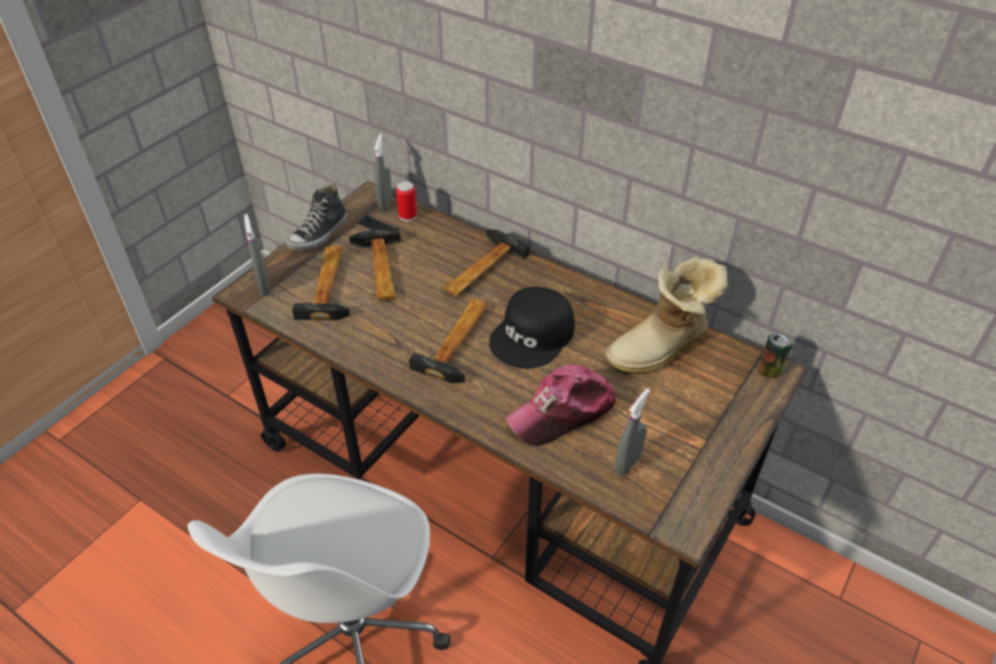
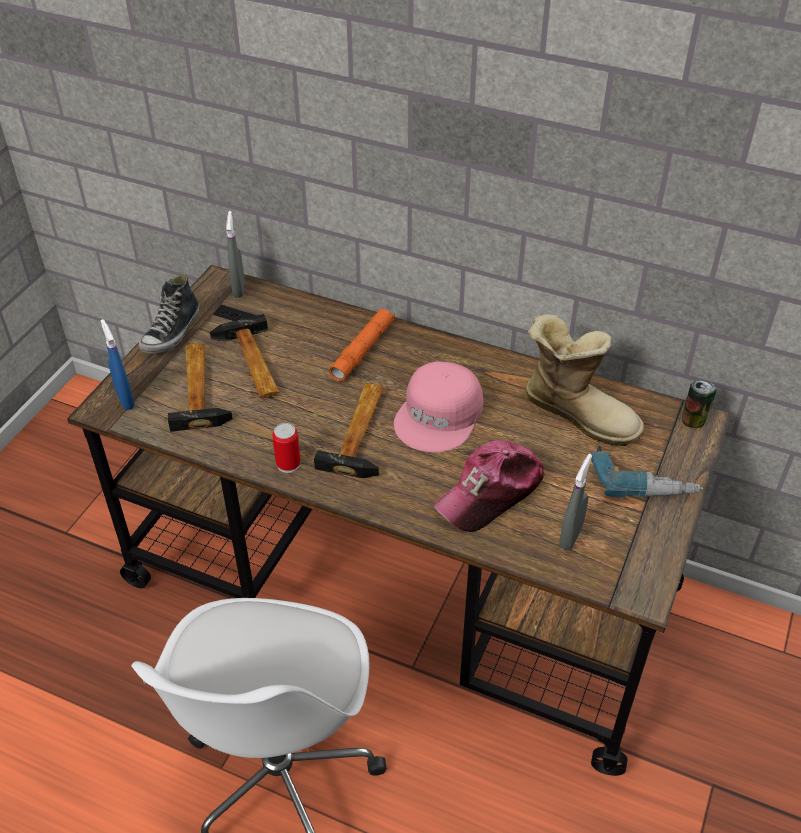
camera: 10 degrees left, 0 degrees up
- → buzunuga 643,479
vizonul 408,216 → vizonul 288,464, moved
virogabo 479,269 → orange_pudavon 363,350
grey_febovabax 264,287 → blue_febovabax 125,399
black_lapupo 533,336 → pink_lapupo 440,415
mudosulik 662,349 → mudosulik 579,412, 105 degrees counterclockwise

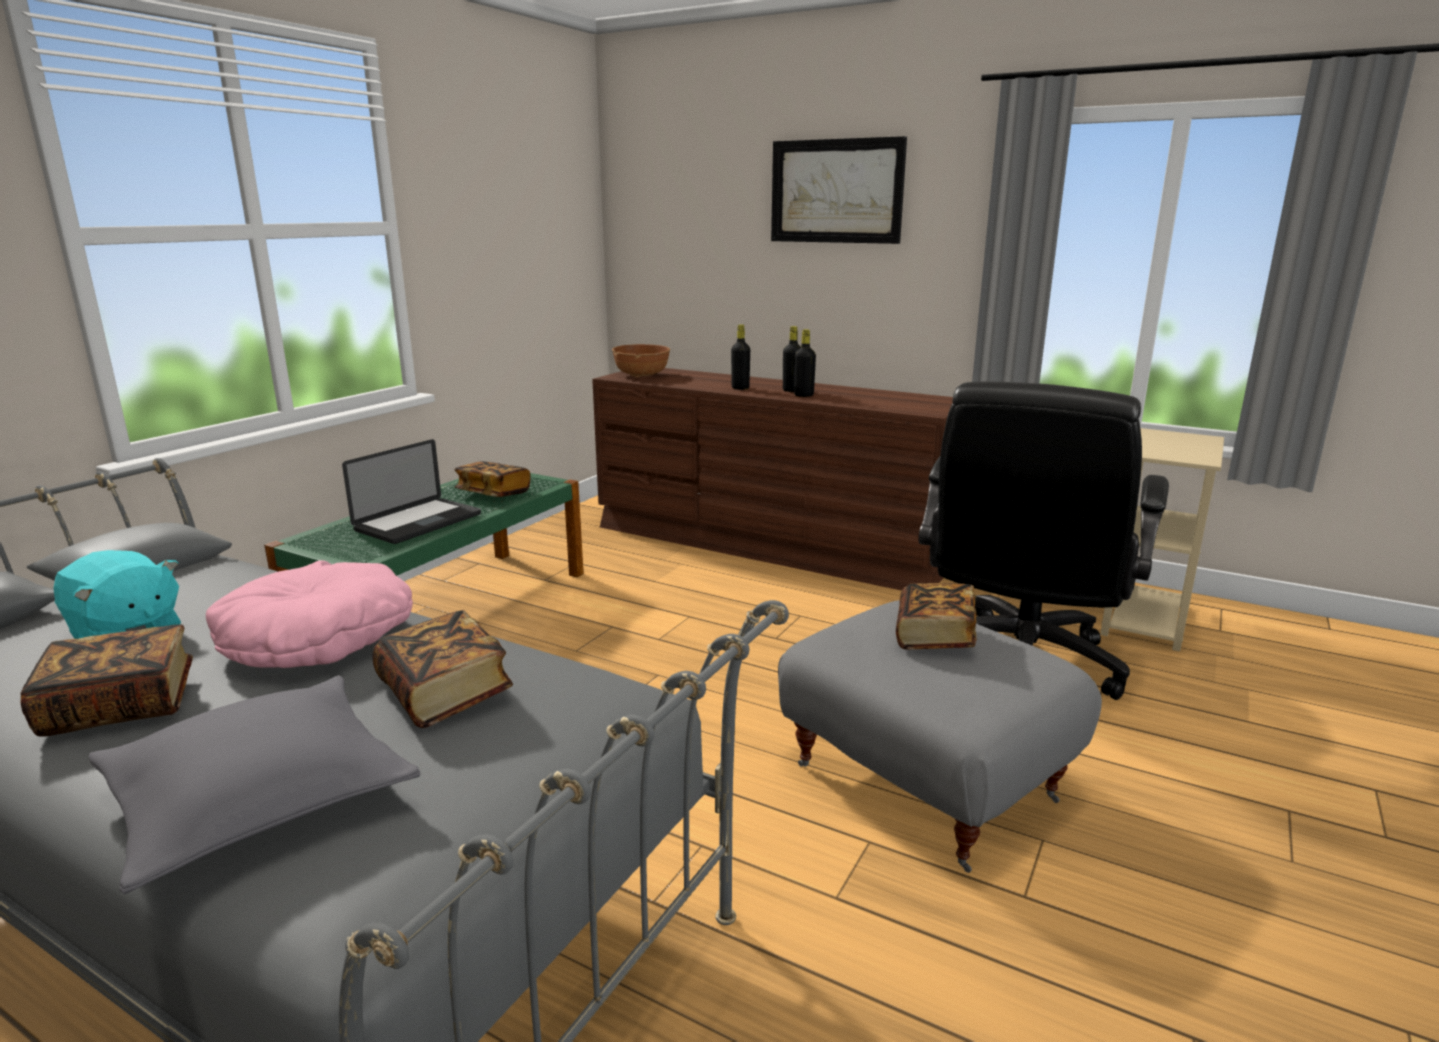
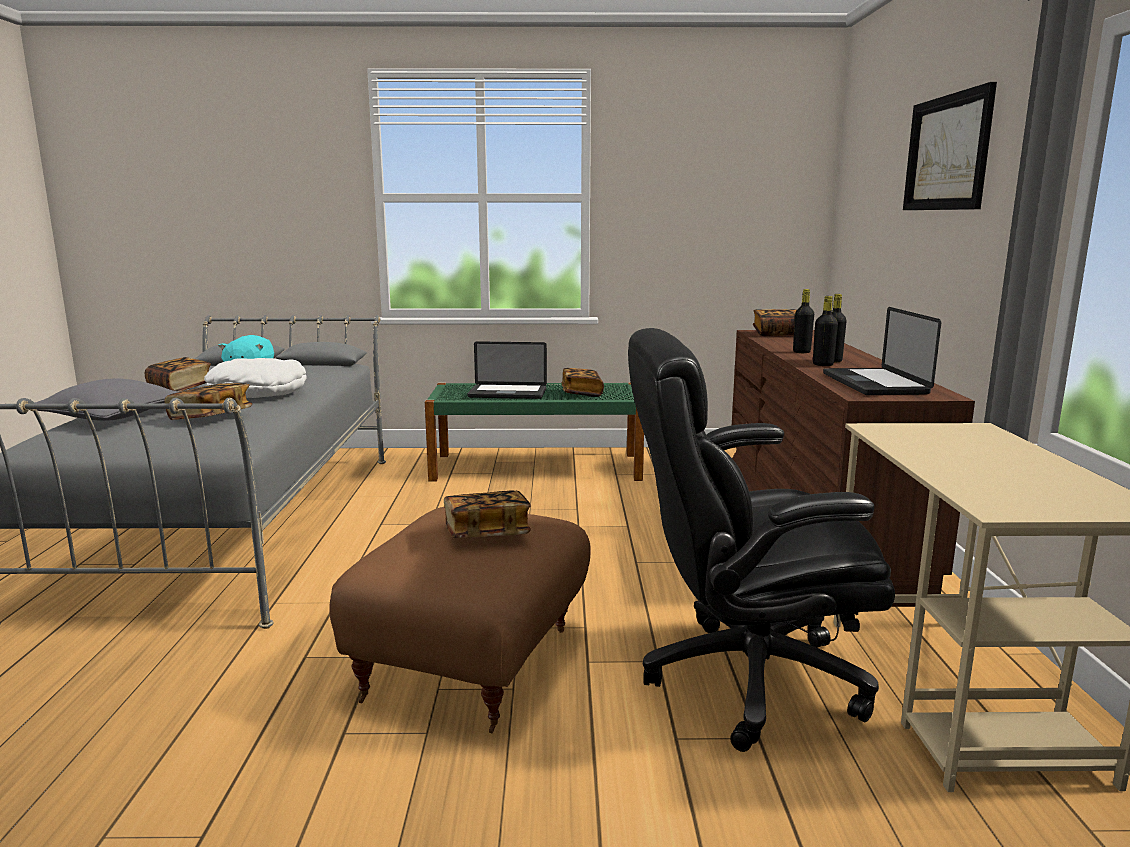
camera: 60 degrees right, 5 degrees down
- → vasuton 874,384
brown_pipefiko 642,375 → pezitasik 777,334
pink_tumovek 315,638 → white_tumovek 260,393
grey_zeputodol 927,781 → brown_zeputodol 473,665

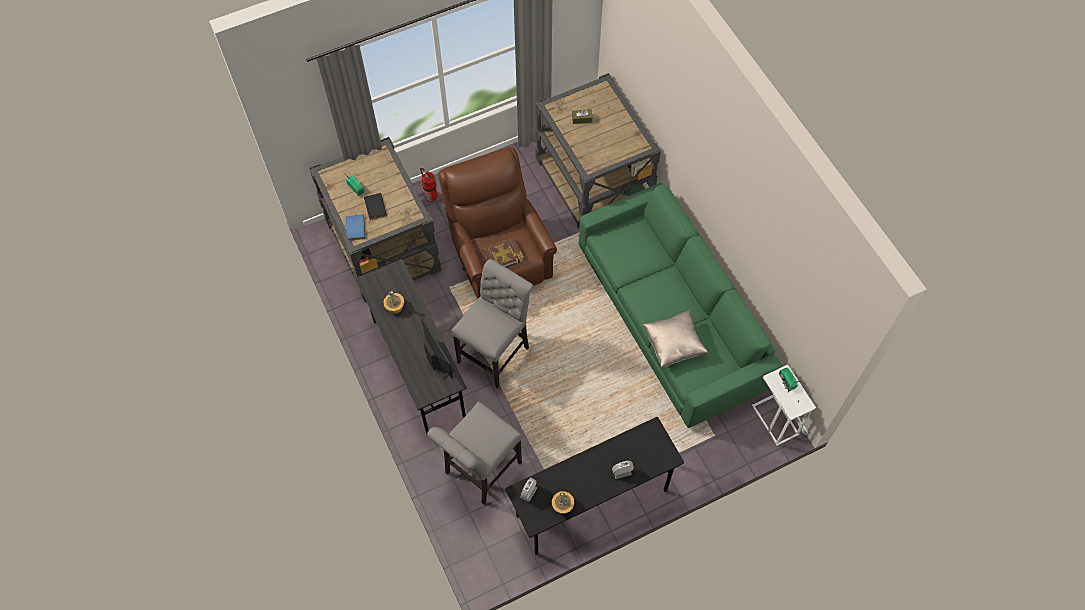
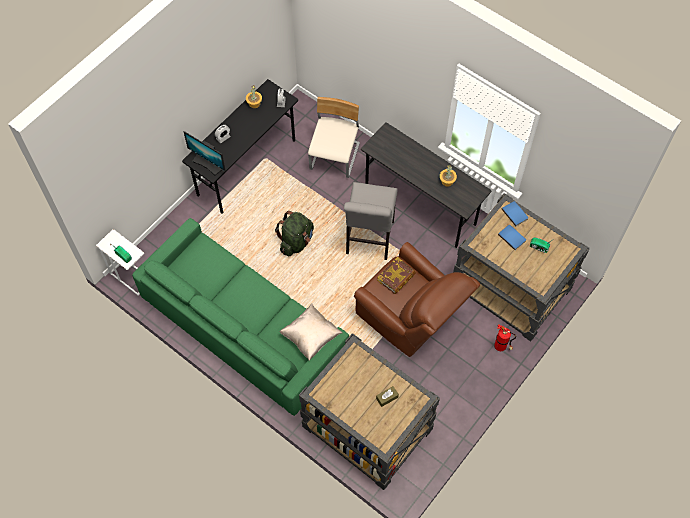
camera: 155 degrees right, 0 degrees up
- → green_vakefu 296,241
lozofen 438,360 → lozofen 208,163, moved
beige_tumovek 673,345 → beige_tumovek 311,337, moved
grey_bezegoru 479,470 → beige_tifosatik 335,157
black_pezitasik 374,207 → blue_pezitasik 512,237

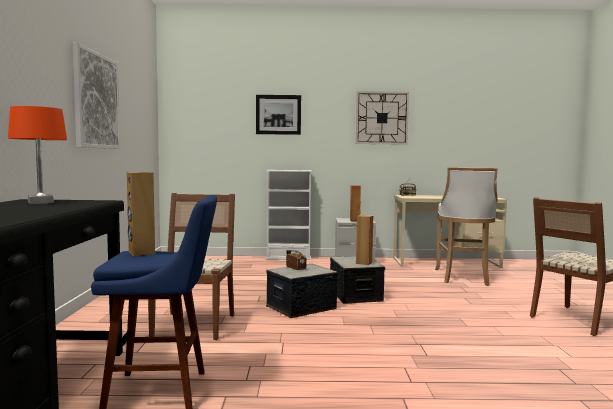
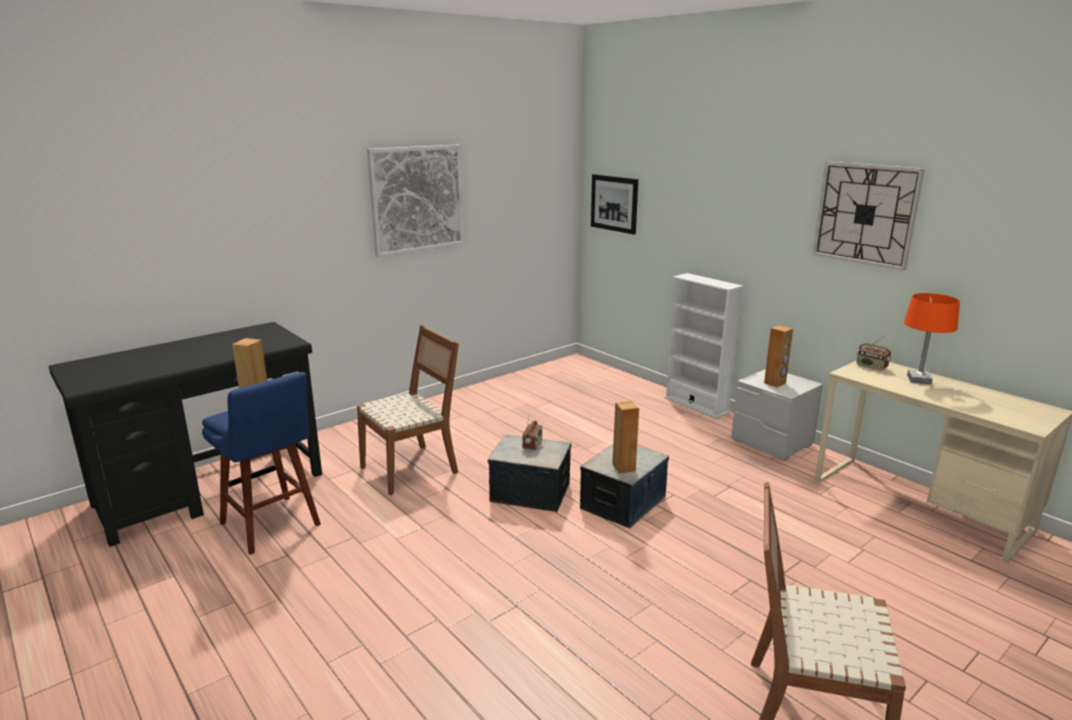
camera: 50 degrees right, 15 degrees up
white_bezegoru 463,278 → -
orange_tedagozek 40,202 → orange_tedagozek 918,380, moved
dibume 278,114 → dibume 614,203, moved

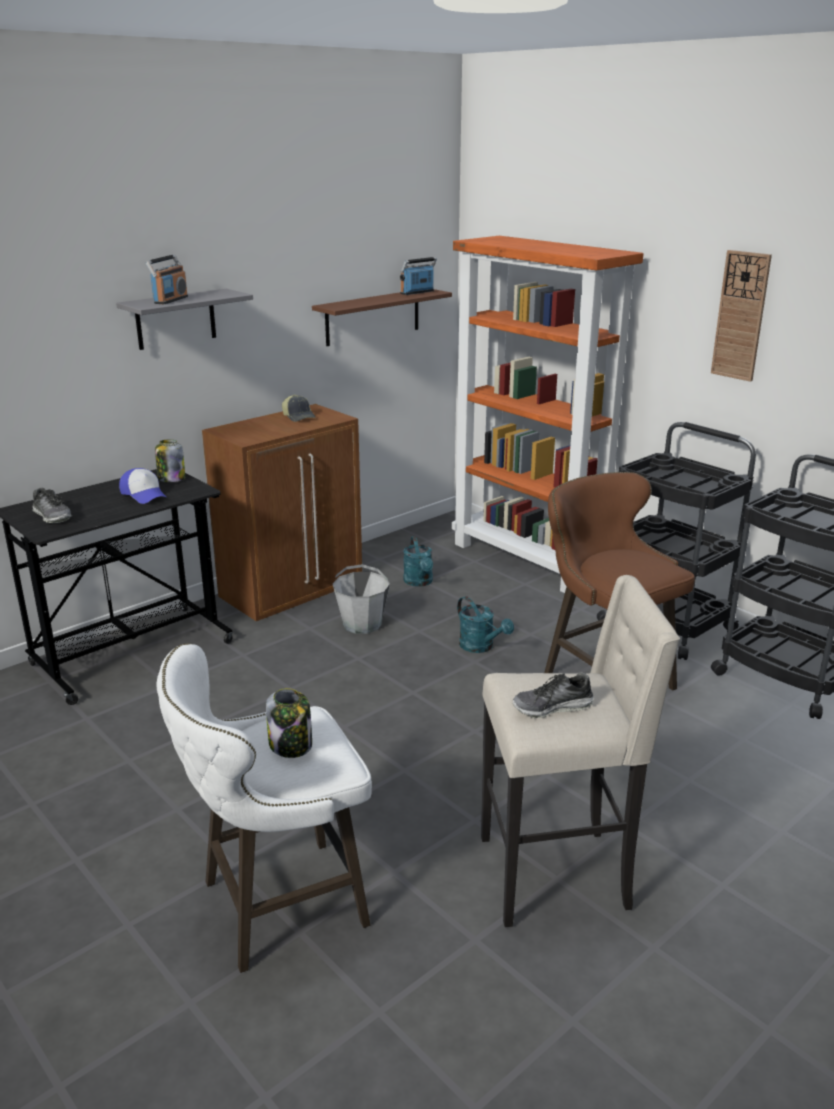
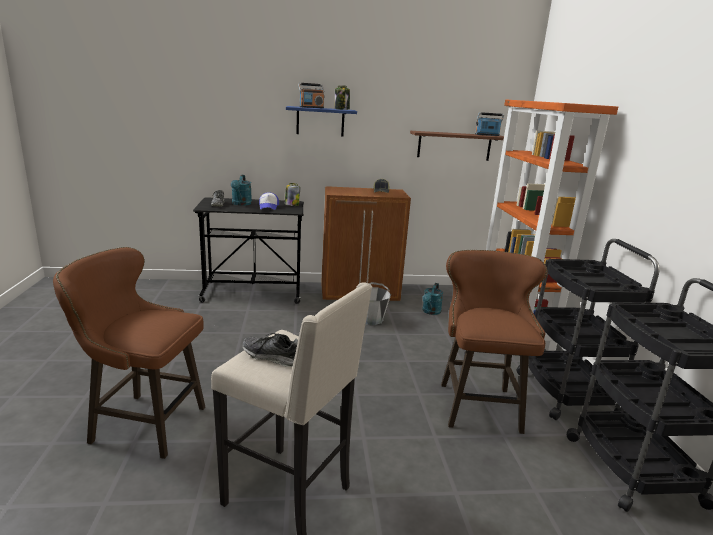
camera: 35 degrees right, 5 degrees down
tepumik 740,316 → -
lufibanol 291,745 → lufibanol 342,109, moved
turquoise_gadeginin 481,647 → turquoise_gadeginin 241,204, moved
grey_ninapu 175,319 → blue_ninapu 320,121
white_bezegoru 276,905 → brown_bezegoru 144,423

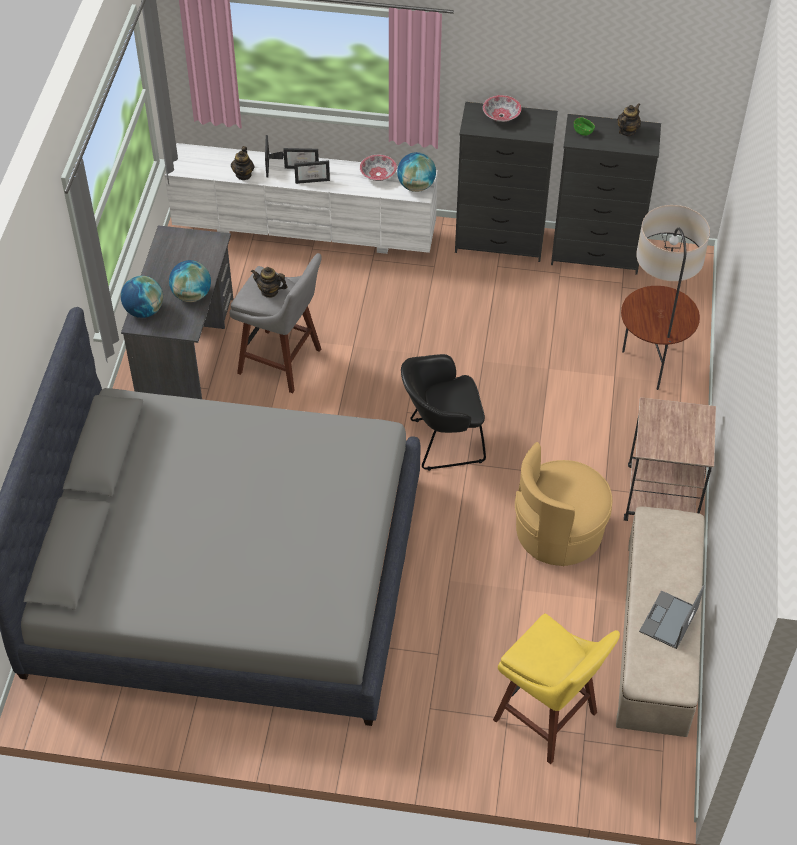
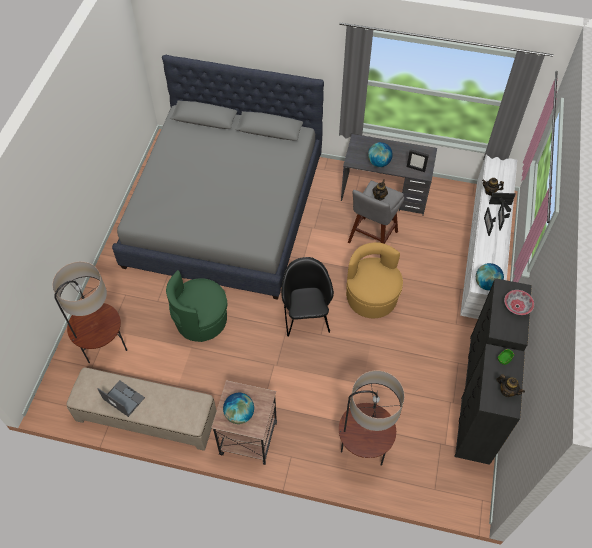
camera: 95 degrees right, 5 degrees up
pipefiko 378,174 → -
- → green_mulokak 201,320
- → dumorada 416,168
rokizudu 144,310 → rokizudu 239,414, moved
beige_mulokak 559,532 → beige_mulokak 371,298, moved
yellow_bezegoru 548,719 → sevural 105,350

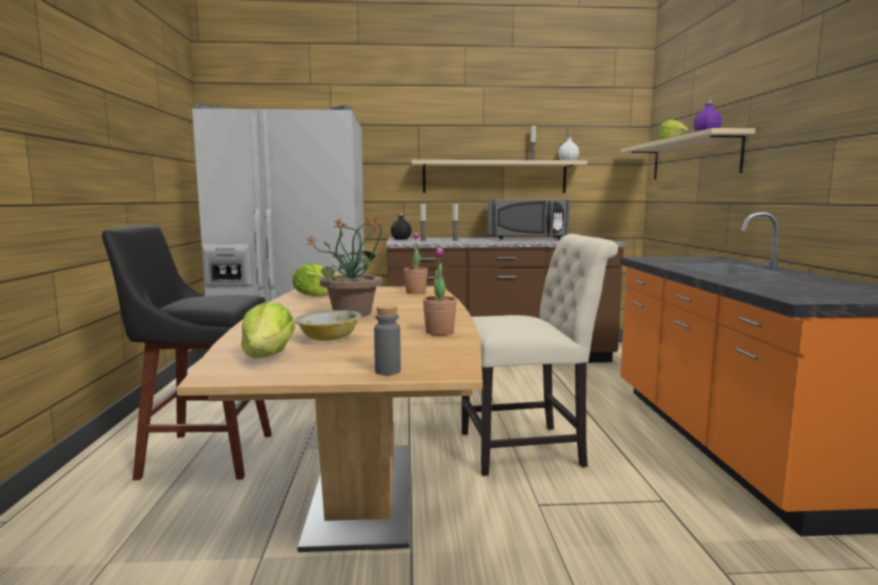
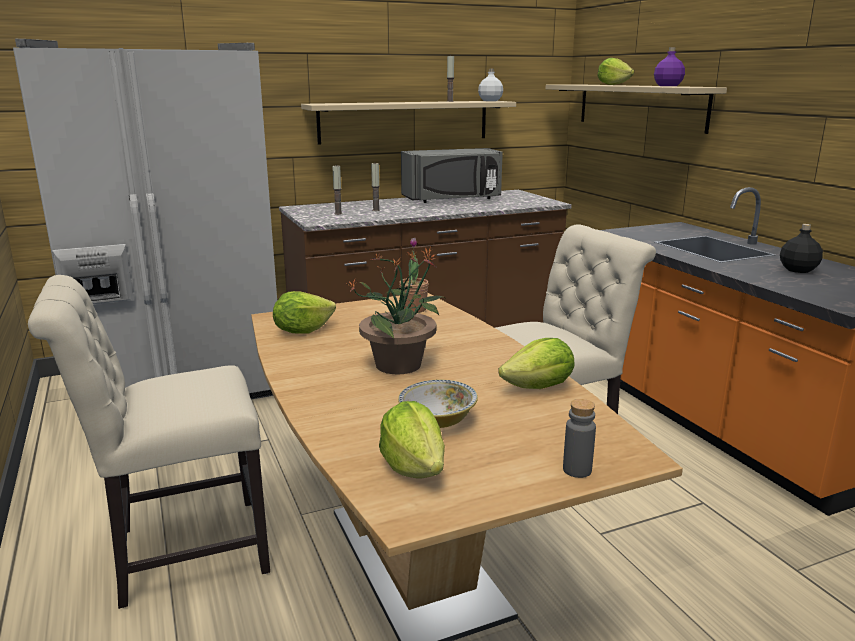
camera: 20 degrees left, 10 degrees up
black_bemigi 401,239 → black_bemigi 797,270, moved
black_bezegoru 204,455 → beige_tifosatik 179,552
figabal 439,332 → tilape 539,387

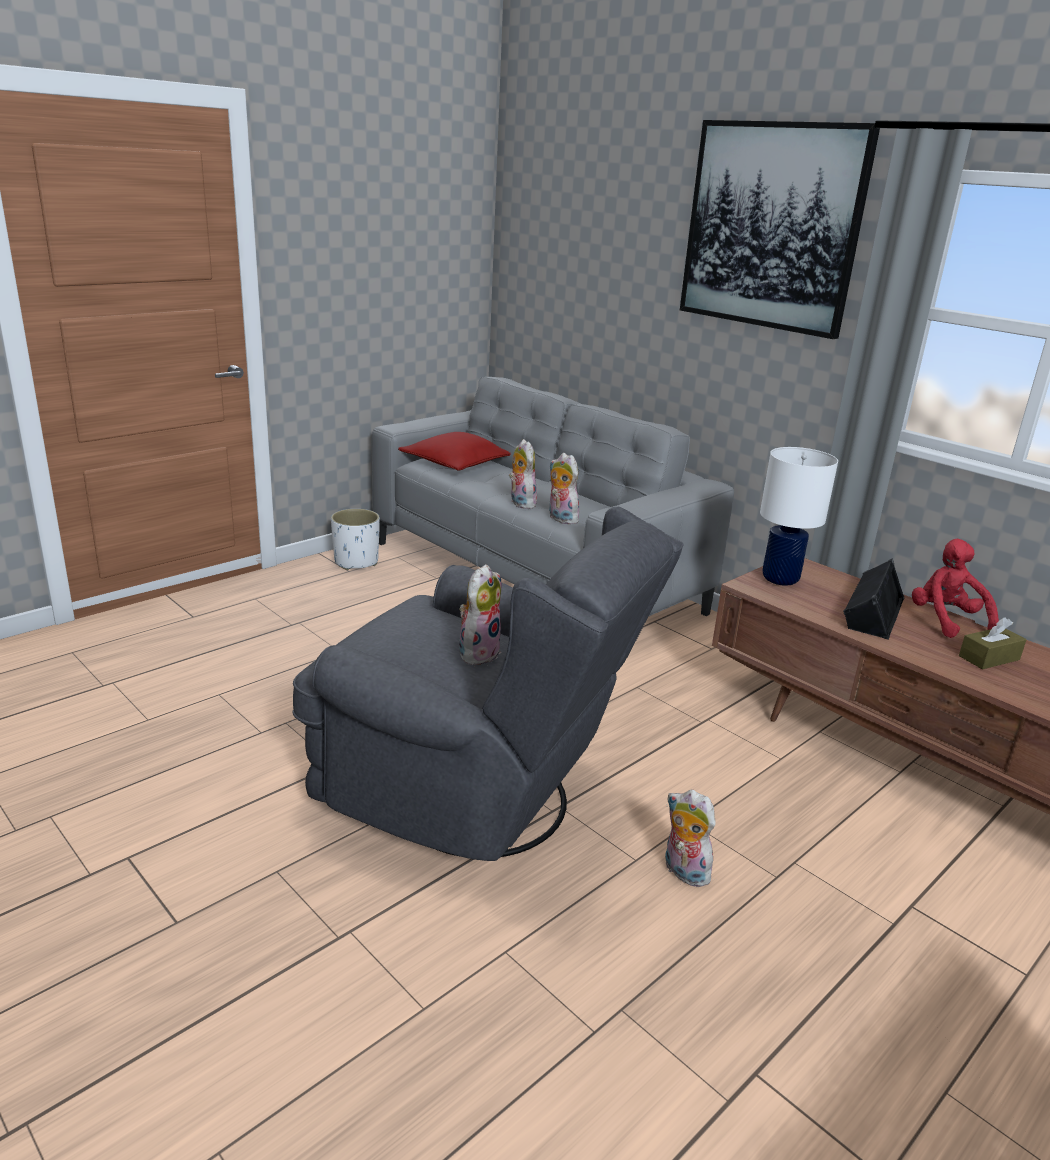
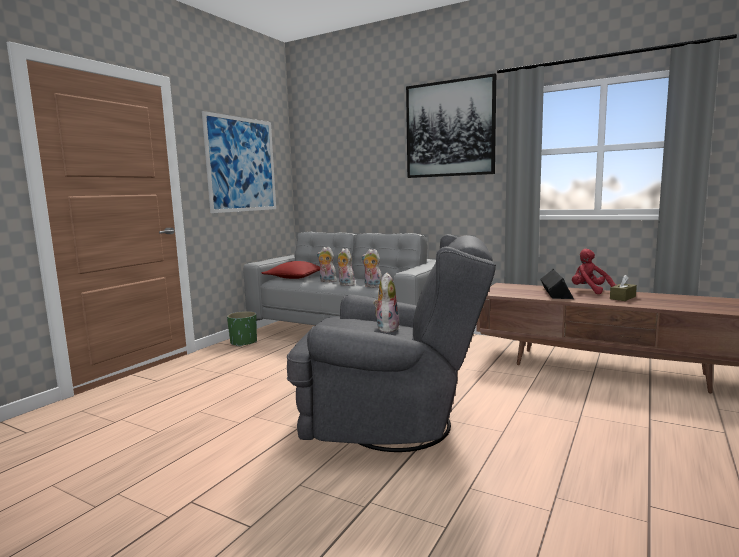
camera: 15 degrees left, 15 degrees down
white_tedagozek 779,580 → -
- → dibume 241,164
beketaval 683,872 → beketaval 327,281, moved
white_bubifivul 356,562 → green_bubifivul 243,343

